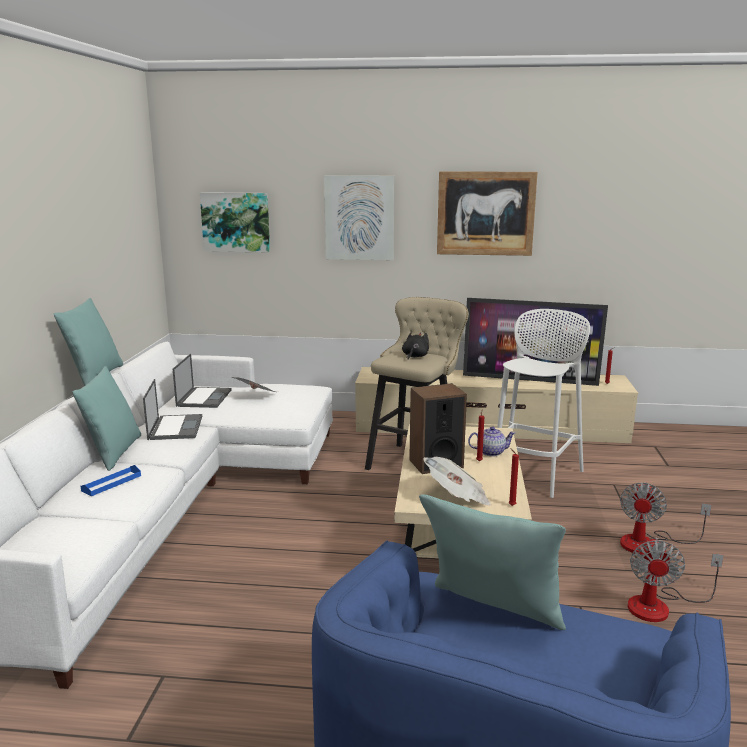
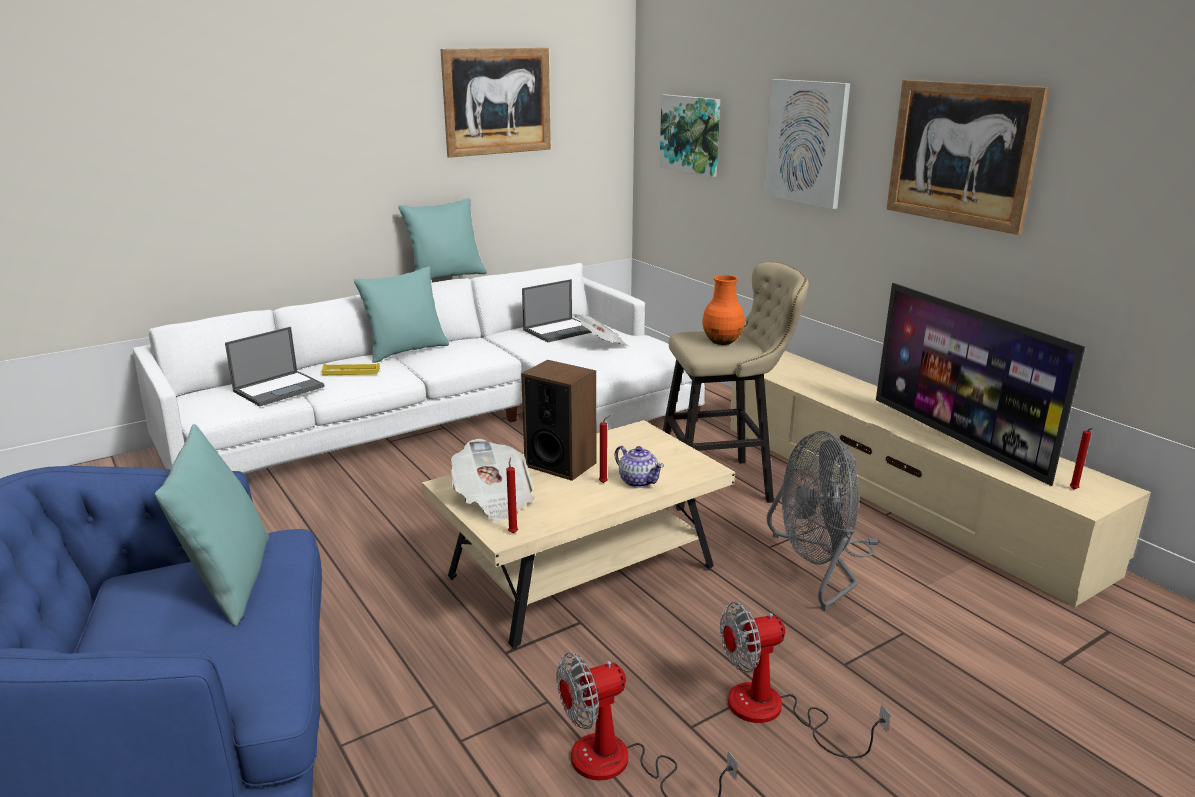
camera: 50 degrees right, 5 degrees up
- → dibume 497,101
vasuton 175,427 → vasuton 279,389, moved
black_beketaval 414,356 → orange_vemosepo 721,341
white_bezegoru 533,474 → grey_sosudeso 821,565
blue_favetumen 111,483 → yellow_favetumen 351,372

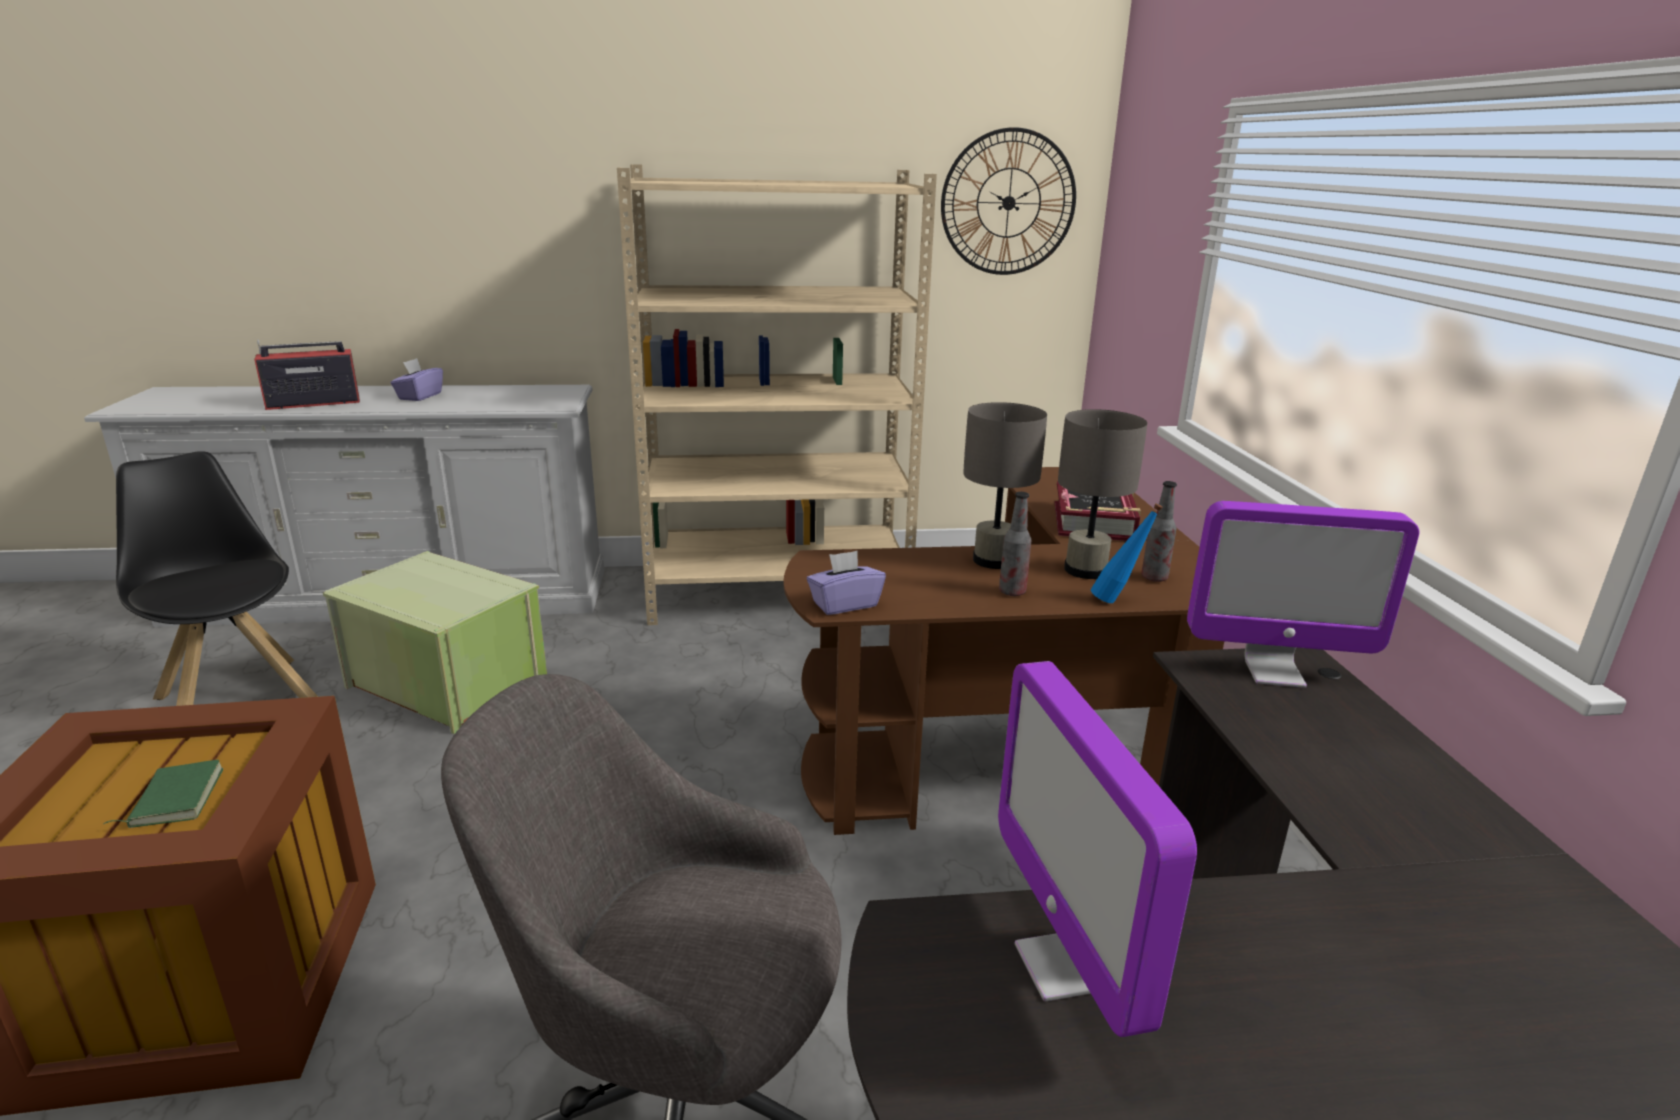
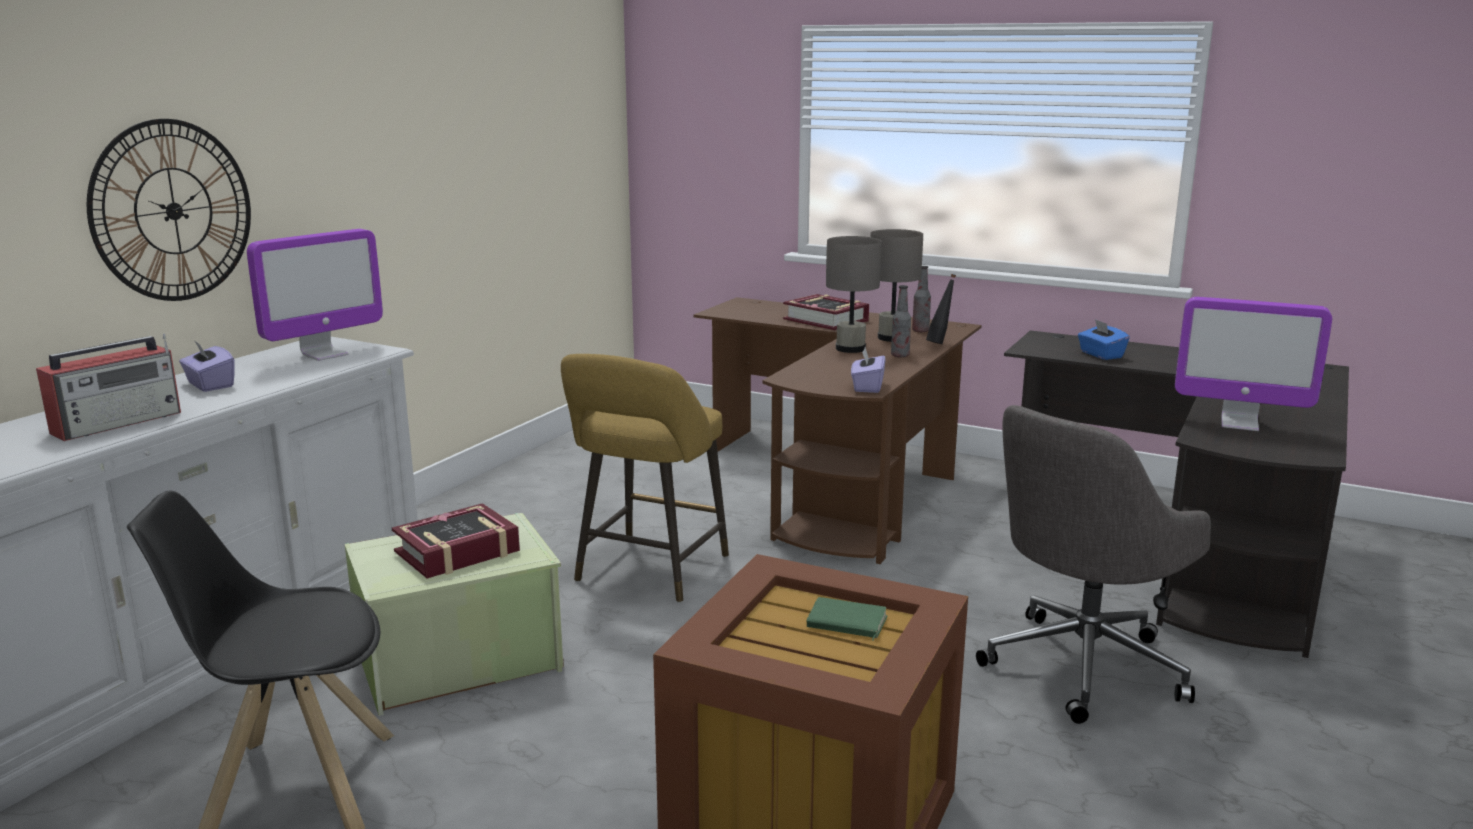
camera: 55 degrees left, 5 degrees down
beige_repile 778,591 → -
- → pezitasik 457,552
- → yellow_bezegoru 648,572
- → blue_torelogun 1100,355
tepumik 1008,203 → tepumik 173,211, moved
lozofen 1273,672 → lozofen 324,354, moved
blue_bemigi 1118,601 → black_bemigi 940,343
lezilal 312,403 → lezilal 119,422, 150 degrees counterclockwise

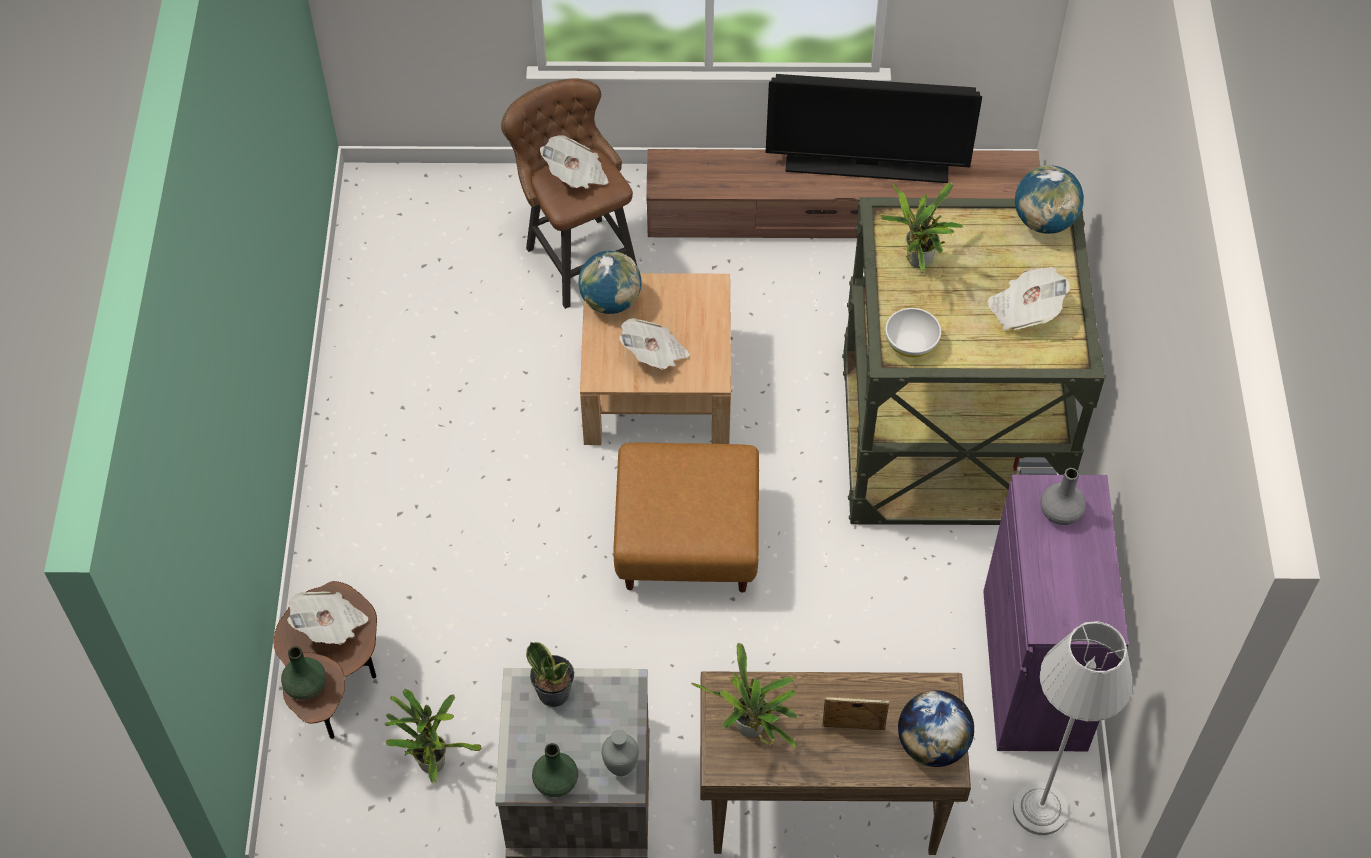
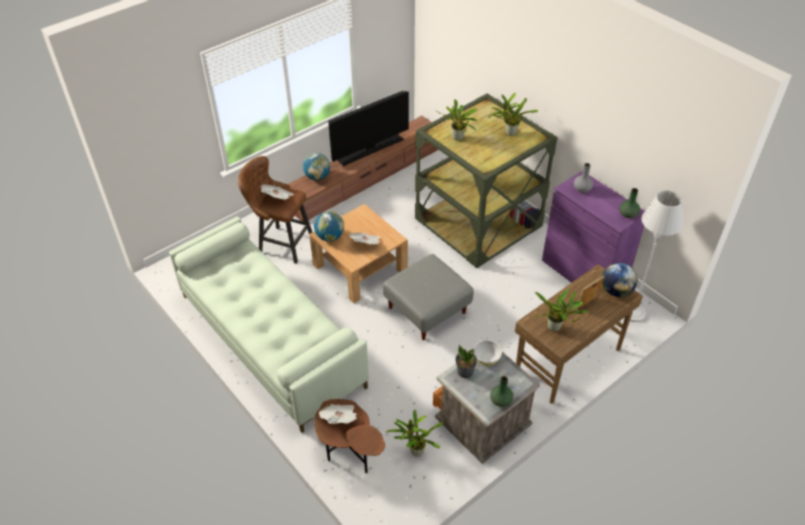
camera: 40 degrees left, 10 degrees down
grey_vemosepo 621,770 → -
- → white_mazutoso 270,339
green_vemosepo 306,686 → green_vemosepo 628,214, moved
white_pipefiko 911,343 → white_pipefiko 486,358, moved
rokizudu 1044,221 → rokizudu 317,177, moved
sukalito 1024,310 → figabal 509,133
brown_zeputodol 686,542 → grey_zeputodol 427,310

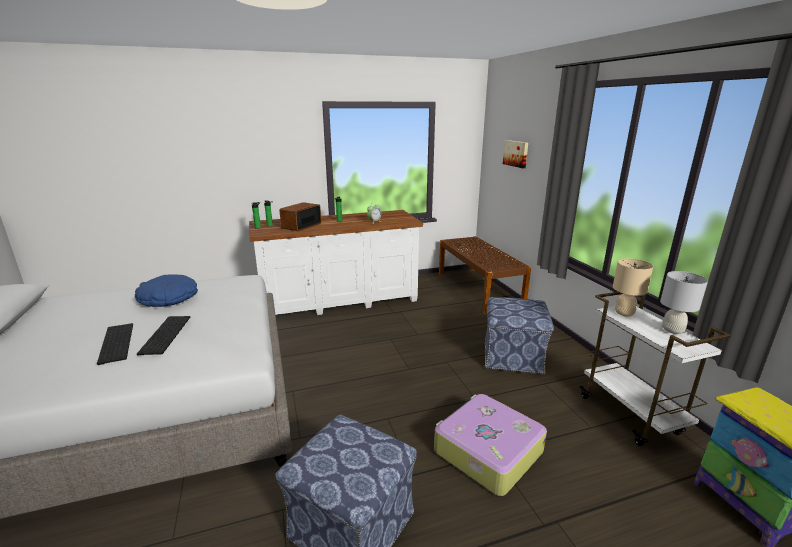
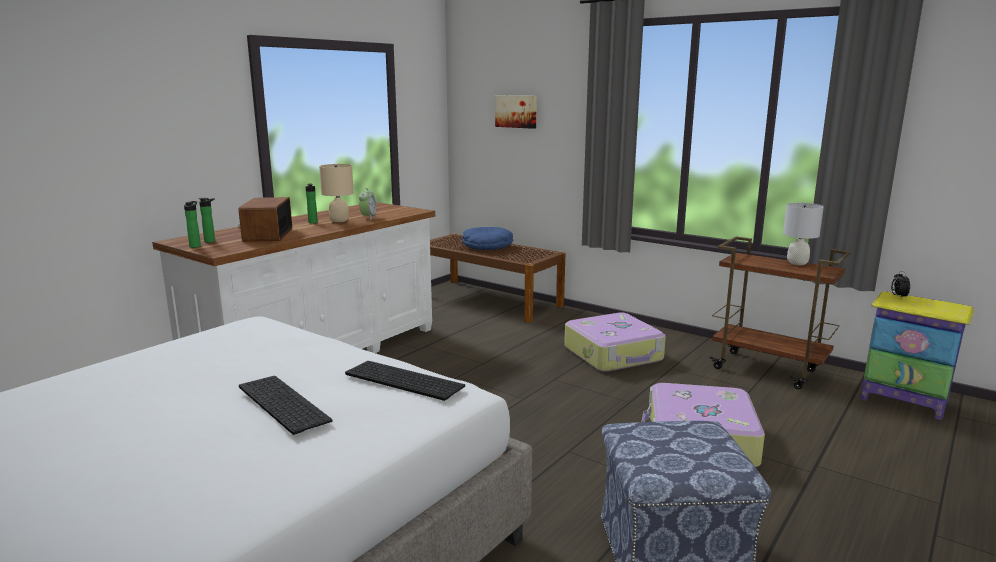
camera: 35 degrees left, 5 degrees down
- → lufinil 898,296
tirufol 115,343 → tirufol 401,381, moved
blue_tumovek 168,299 → blue_tumovek 487,247, moved
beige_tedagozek 623,314 → beige_tedagozek 338,221, moved
zeputodol 513,357 → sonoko 614,354
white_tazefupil 631,417 → brown_tazefupil 768,371

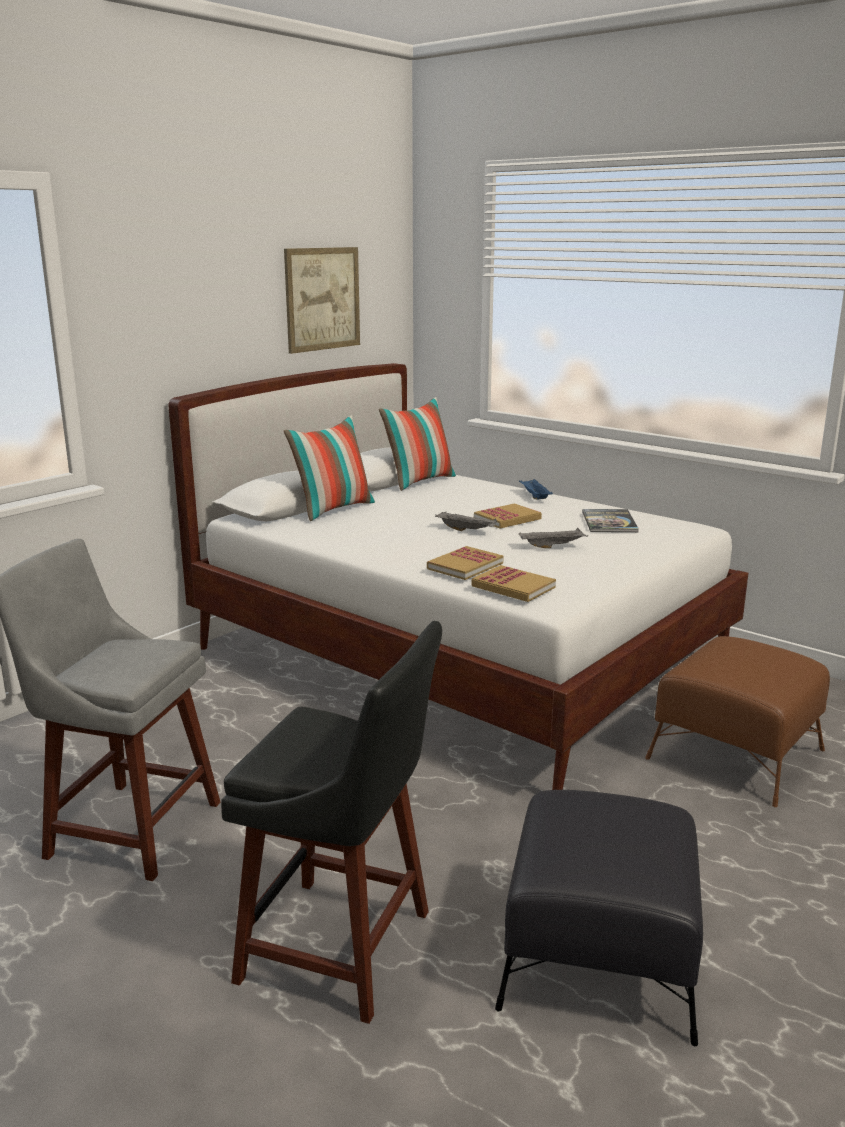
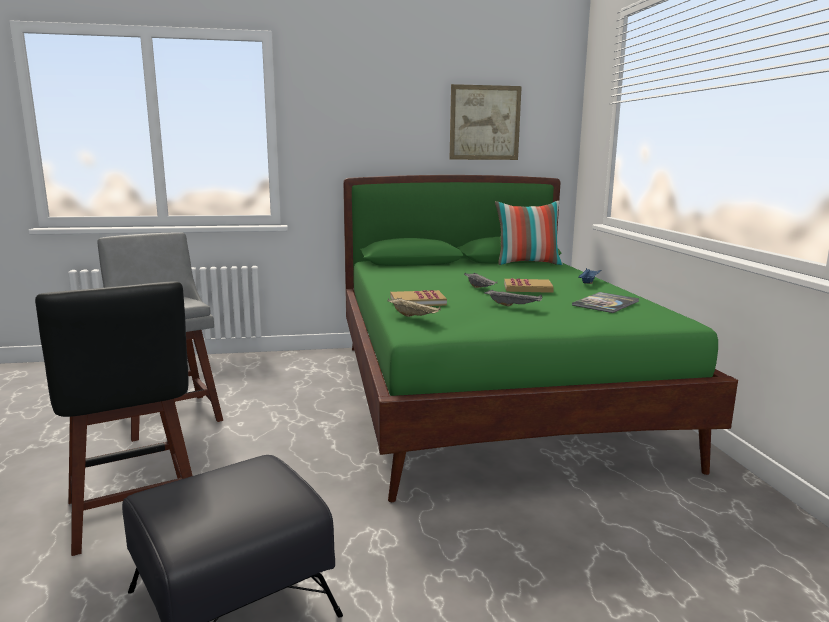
camera: 40 degrees right, 5 degrees down
tumovek 333,510 → -
brown_zeputodol 736,754 → -
pezitasik 513,587 → beige_favetumen 414,316
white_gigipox 458,656 → green_gigipox 490,397

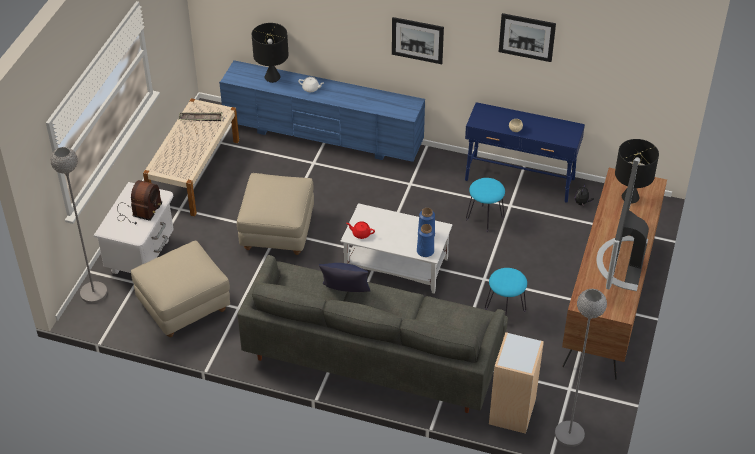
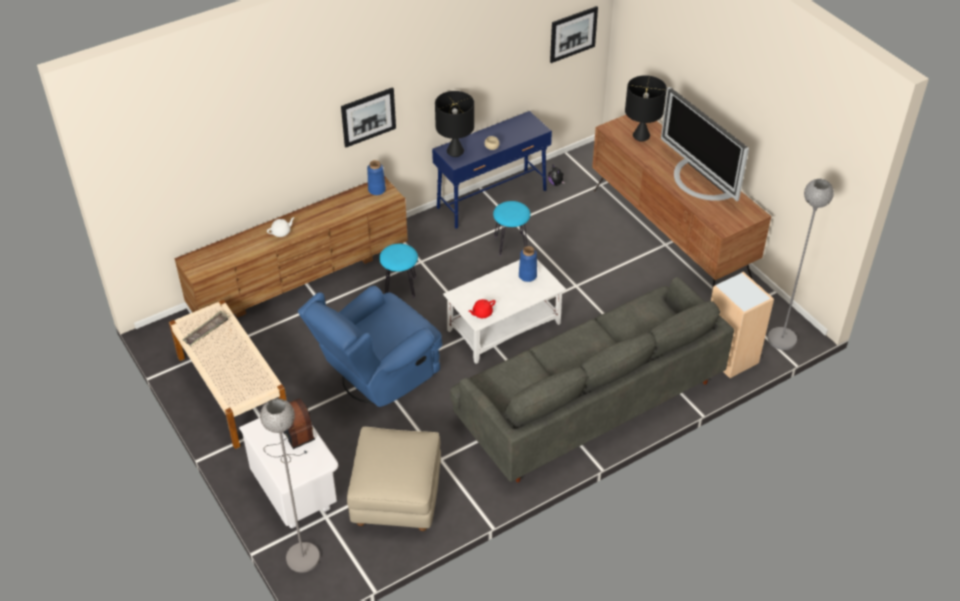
camera: 50 degrees left, 0 degrees up
blue_tumovek 345,293 → -
black_tedagozek 272,78 → black_tedagozek 455,152, moved
blue_vemosepo 425,251 → blue_vemosepo 377,190, moved
turquoise_bezegoru 505,310 → turquoise_bezegoru 400,287, moved
dibume 527,37 → dibume 573,34, moved
beige_zeputodol 277,231 → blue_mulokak 377,377
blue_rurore 323,138 → brown_rurore 300,280

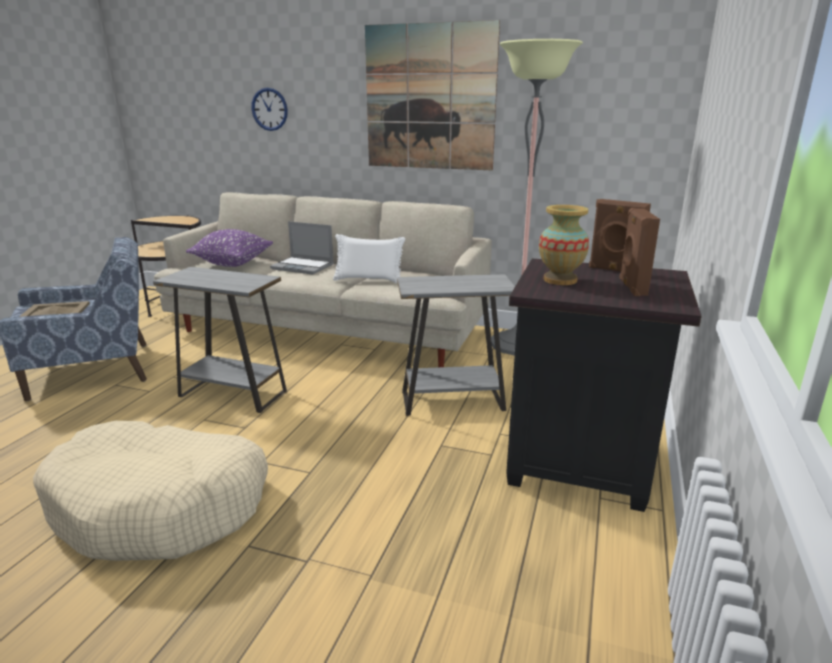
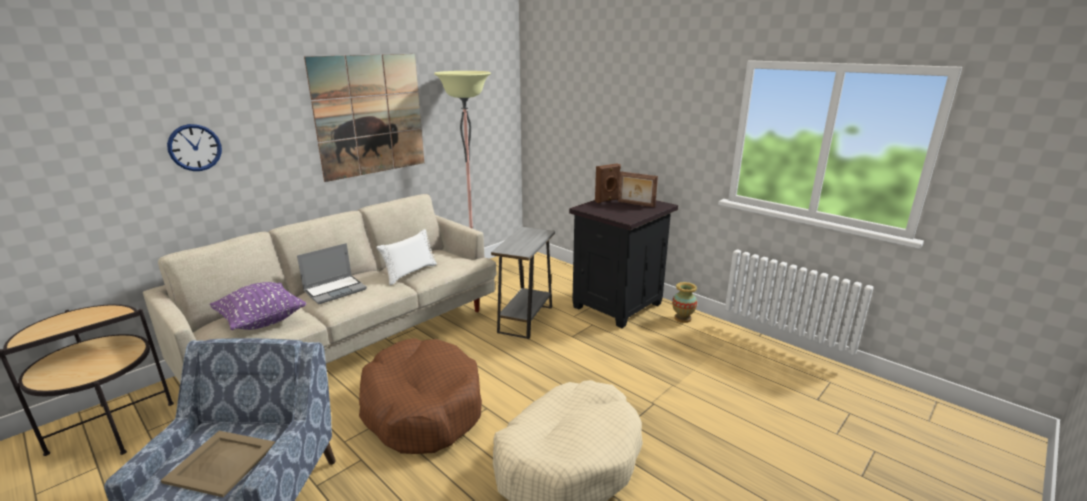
camera: 65 degrees left, 0 degrees up
vemosepo 560,280 → vemosepo 682,318, moved
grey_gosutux 233,394 → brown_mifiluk 422,408
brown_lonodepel 631,287 → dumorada 636,204

